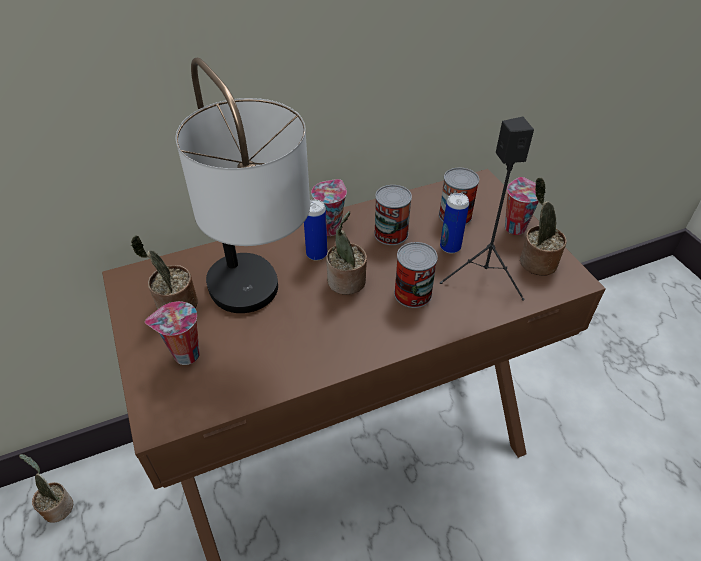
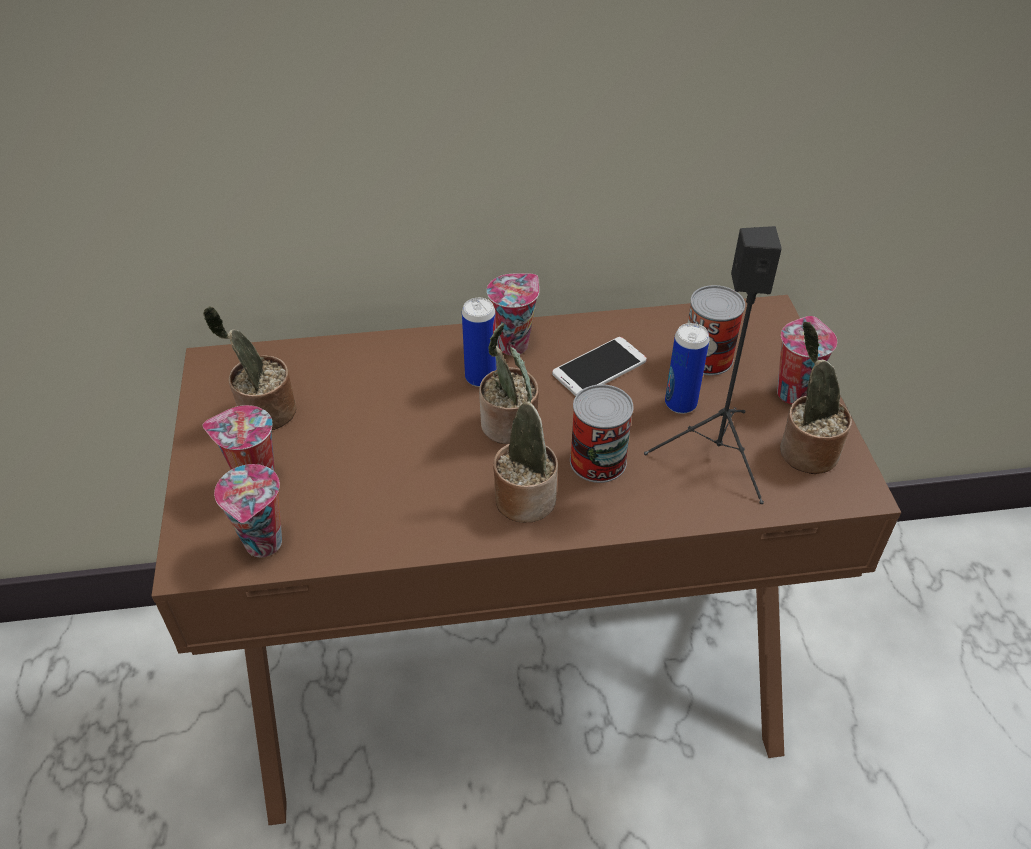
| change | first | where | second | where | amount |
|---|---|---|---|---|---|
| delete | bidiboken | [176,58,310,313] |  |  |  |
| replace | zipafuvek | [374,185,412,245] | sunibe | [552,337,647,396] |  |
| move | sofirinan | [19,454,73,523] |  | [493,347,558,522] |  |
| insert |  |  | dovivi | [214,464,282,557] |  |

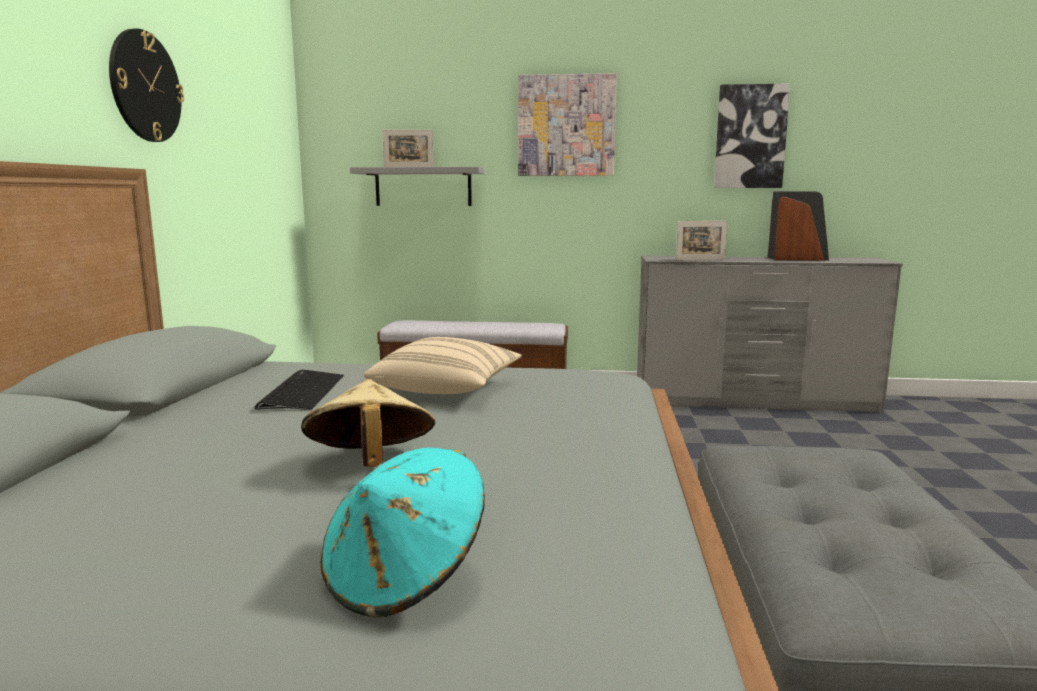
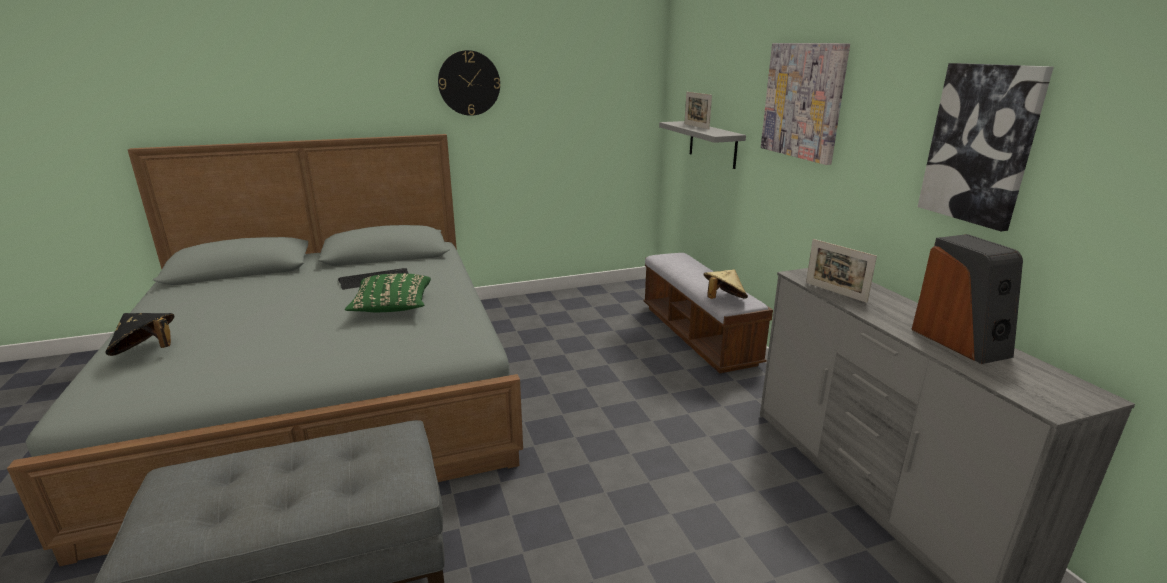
| change | first | where | second | where | amount |
|---|---|---|---|---|---|
| recolor | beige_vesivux | [364,337,522,394] | green_vesivux | [345,273,431,312] |  |
| move | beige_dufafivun | [301,379,436,467] |  | [703,269,748,299] |  |
| recolor | turquoise_dufafivun | [320,448,485,618] | black_dufafivun | [105,313,174,356] |  |

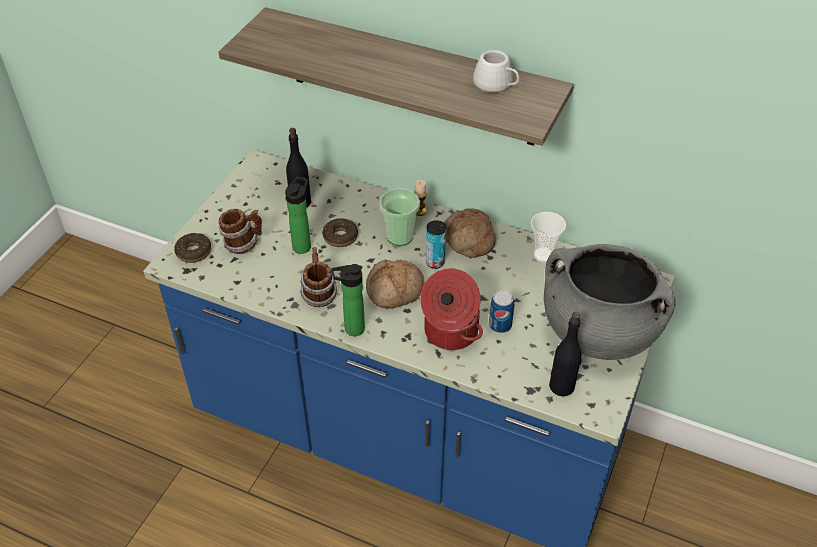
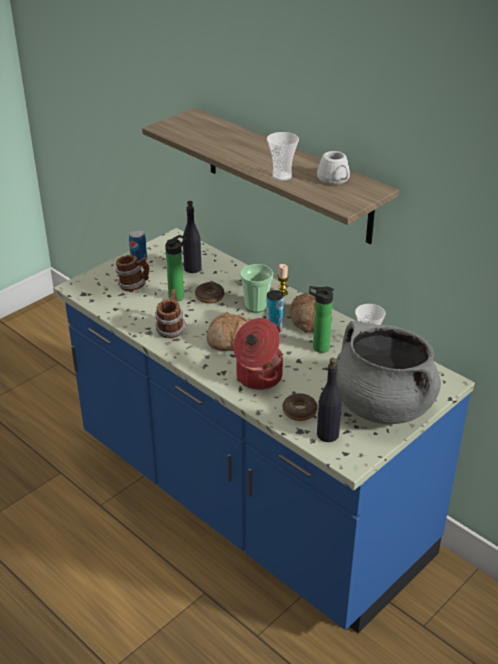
| change | first | where | second | where | amount |
|---|---|---|---|---|---|
| move | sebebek | [174,233,211,263] |  | [282,393,318,421] |  |
| move | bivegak | [331,264,365,336] |  | [309,286,334,353] |  |
| move | zipafuvek | [489,290,514,333] |  | [129,230,147,261] |  |
| insert |  |  | dovivi | [267,132,299,181] |  |

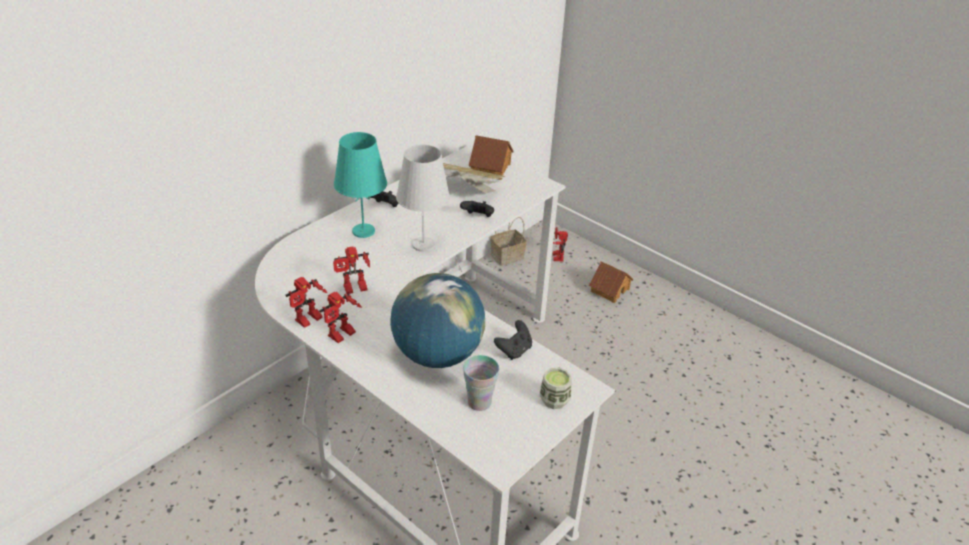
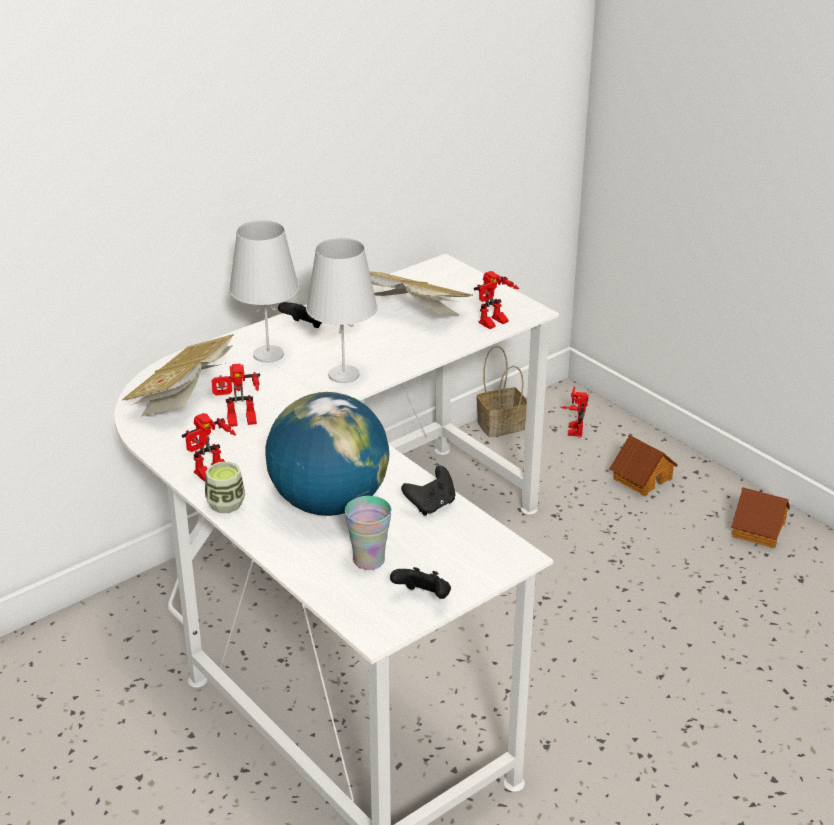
| change | first | where | second | where | amount |
|---|---|---|---|---|---|
| recolor | turquoise_bidiboken | [334,132,387,238] | white_bidiboken | [229,220,299,363] |  |
| move | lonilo | [469,135,513,180] |  | [731,487,790,548] |  |
| move | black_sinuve | [460,201,494,217] |  | [390,567,451,599] |  |
| move | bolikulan | [285,277,327,328] |  | [474,271,519,329] |  |
| move | dovivi | [540,367,571,409] |  | [205,462,245,513] |  |
| insert |  |  | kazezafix | [122,334,234,417] |  |

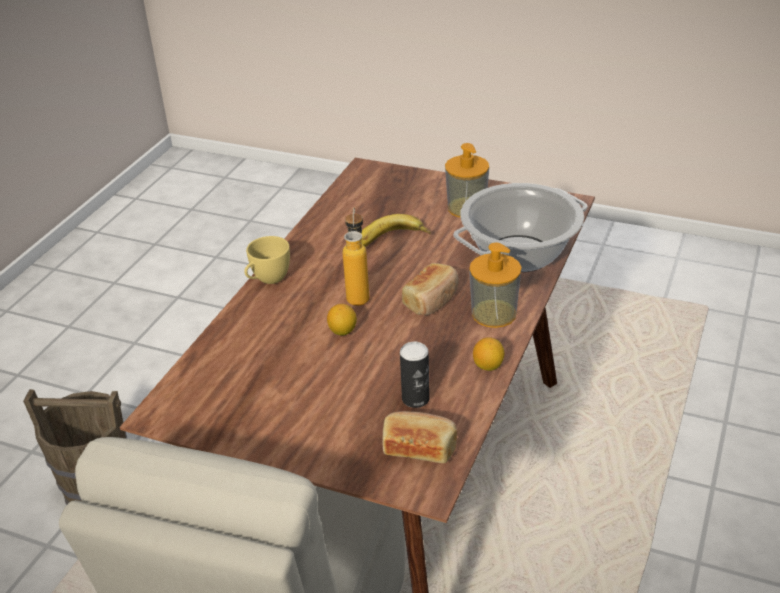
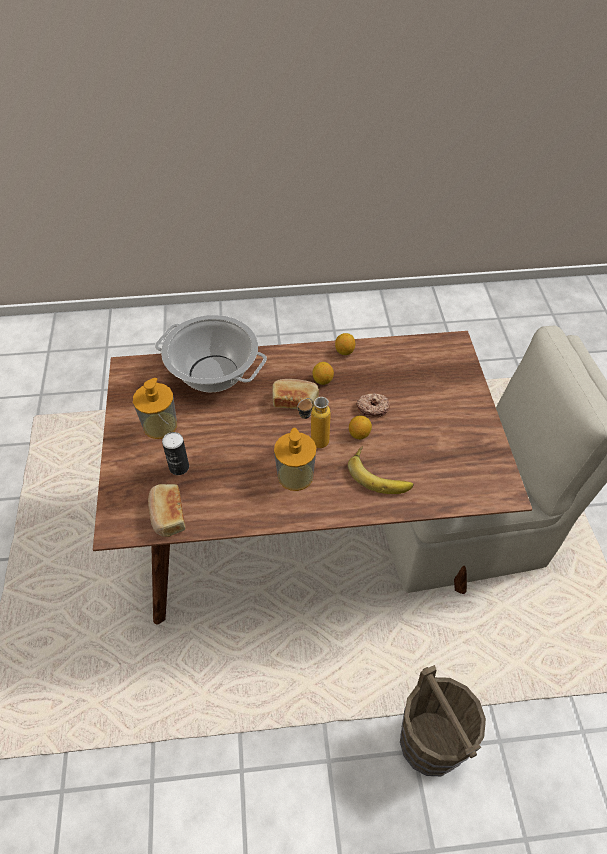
| change | first | where | second | where | amount |
|---|---|---|---|---|---|
| move | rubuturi | [361,214,431,247] |  | [348,446,414,494] |  |
| delete | yellow_dovivi | [244,236,290,284] |  |  |  |
| move | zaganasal | [469,242,522,328] |  | [274,428,317,491] |  |
| move | zipafuvek | [400,342,430,408] |  | [162,432,189,475] |  |
| move | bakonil | [383,411,457,463] |  | [148,484,186,537] |  |
| insert |  |  | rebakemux | [313,362,334,385] |  |
| insert |  |  | sebebek | [356,393,390,418] |  |

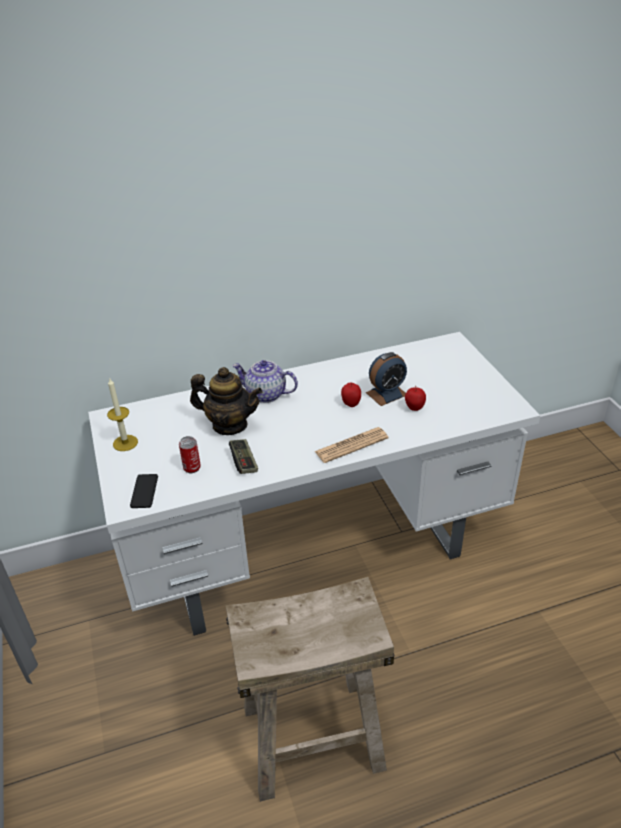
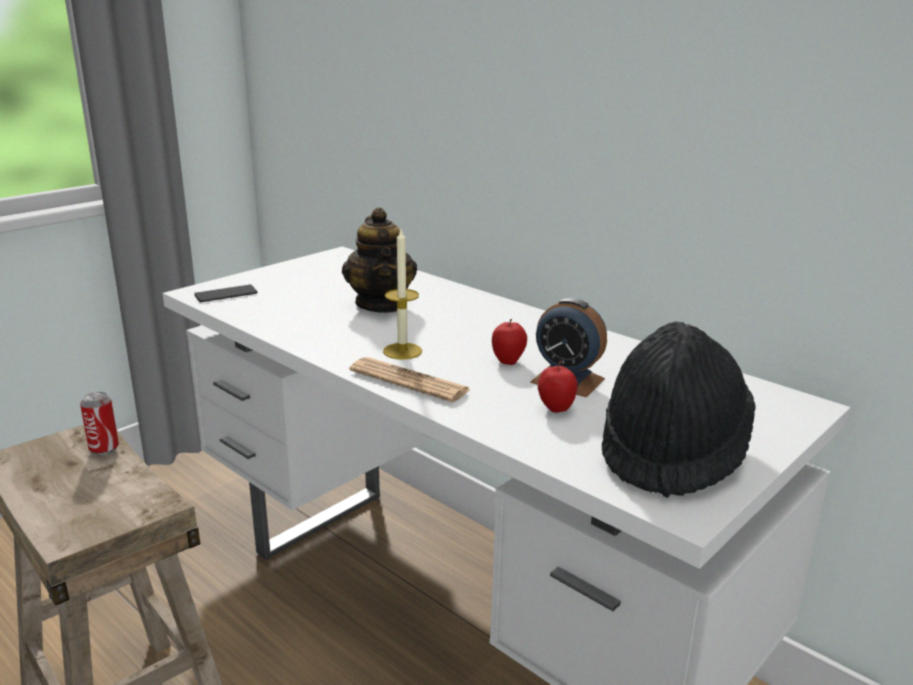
| change | first | where | second | where | amount |
|---|---|---|---|---|---|
| delete | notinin | [232,360,298,403] |  |  |  |
| move | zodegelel | [107,377,138,451] |  | [383,229,422,360] |  |
| move | zipafuvek | [179,436,201,473] |  | [80,392,119,455] |  |
| delete | sinuve | [229,439,258,474] |  |  |  |
| insert |  |  | black_dufafivun | [602,321,756,498] |  |

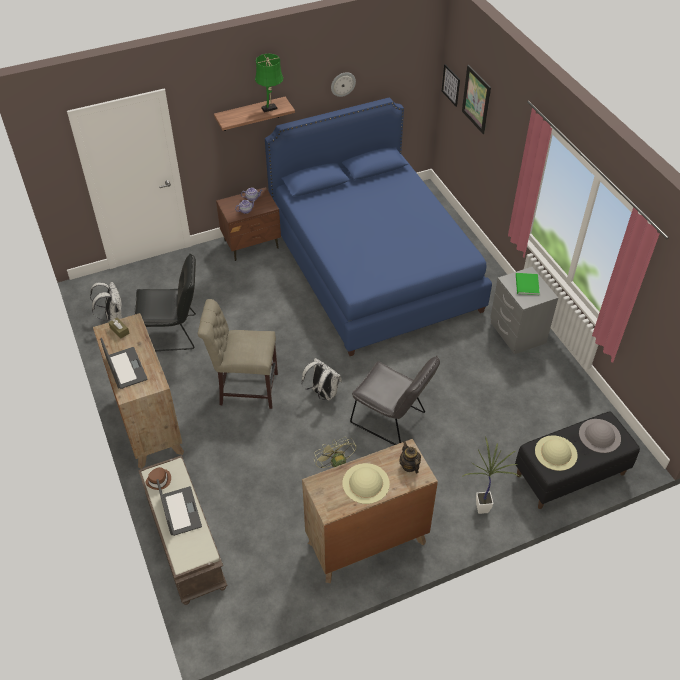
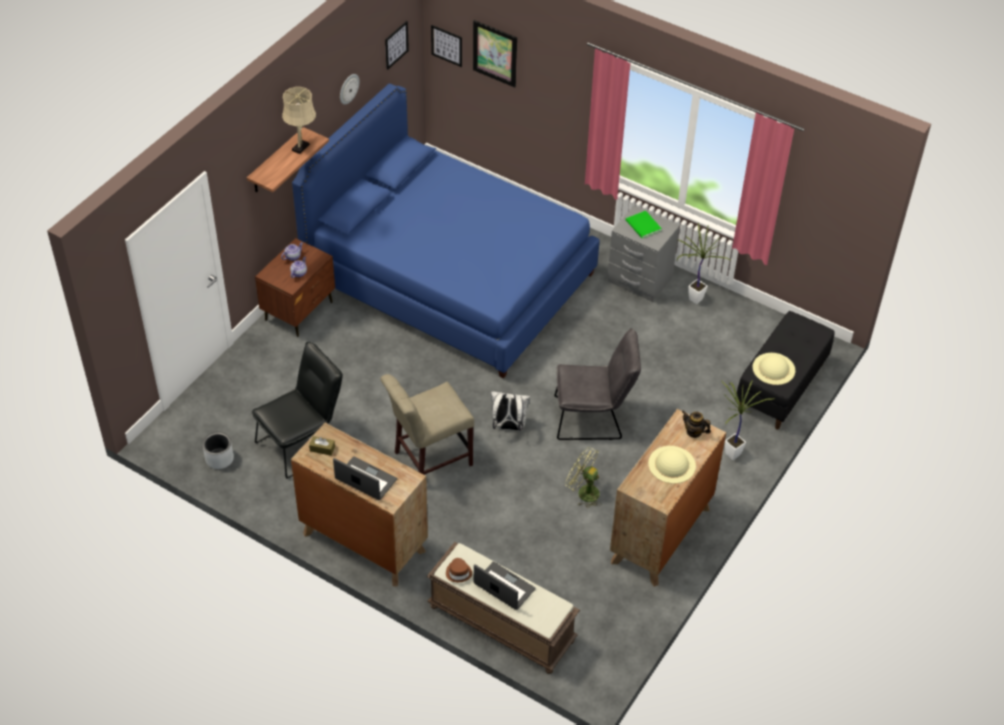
| change | first | where | second | where | amount |
|---|---|---|---|---|---|
| recolor | green_bidiboken | [255,54,284,113] | beige_bidiboken | [282,87,316,154] |  |
| replace | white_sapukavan | [90,282,122,322] | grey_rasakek | [203,432,234,469] |  |
| delete | grey_dufafivun | [579,419,621,453] |  |  |  |
| insert |  |  | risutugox | [385,21,409,70] |  |
| insert |  |  | sofirinan | [677,223,730,304] |  |

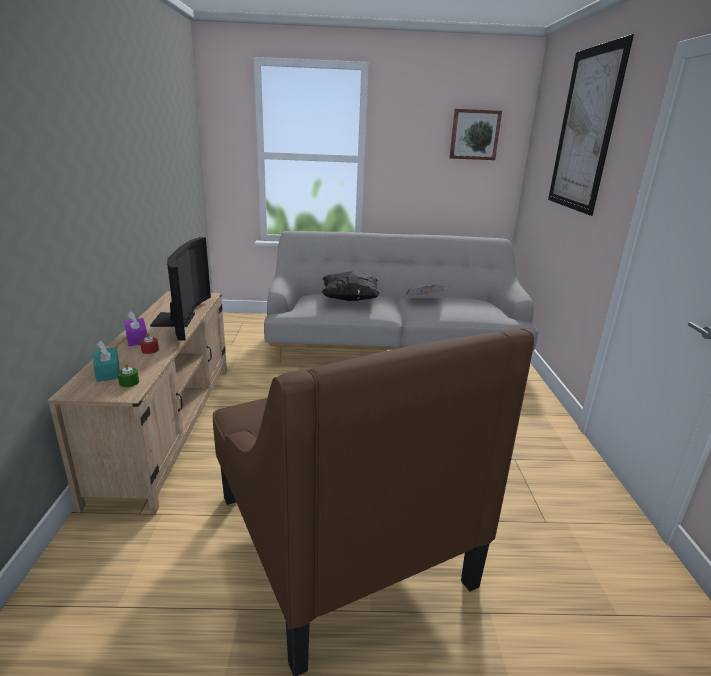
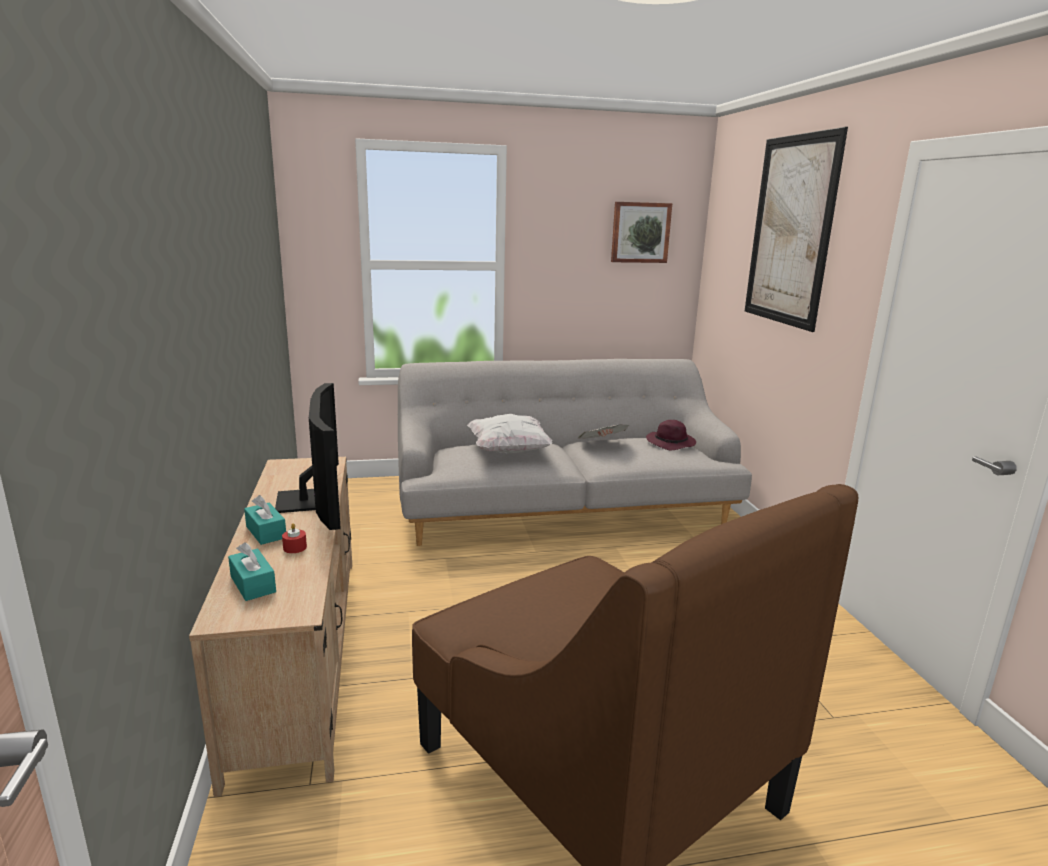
| change | first | where | second | where | amount |
|---|---|---|---|---|---|
| recolor | black_vesivux | [322,271,380,301] | white_vesivux | [467,414,552,454] |  |
| recolor | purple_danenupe | [124,311,147,346] | turquoise_danenupe | [244,495,286,545] |  |
| delete | green_zodegelel | [117,363,139,387] |  |  |  |
| insert |  |  | purple_dufafivun | [646,420,696,450] |  |

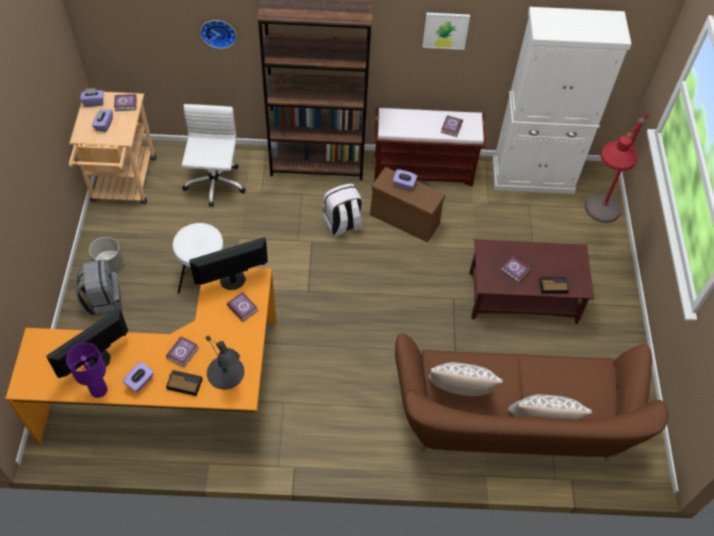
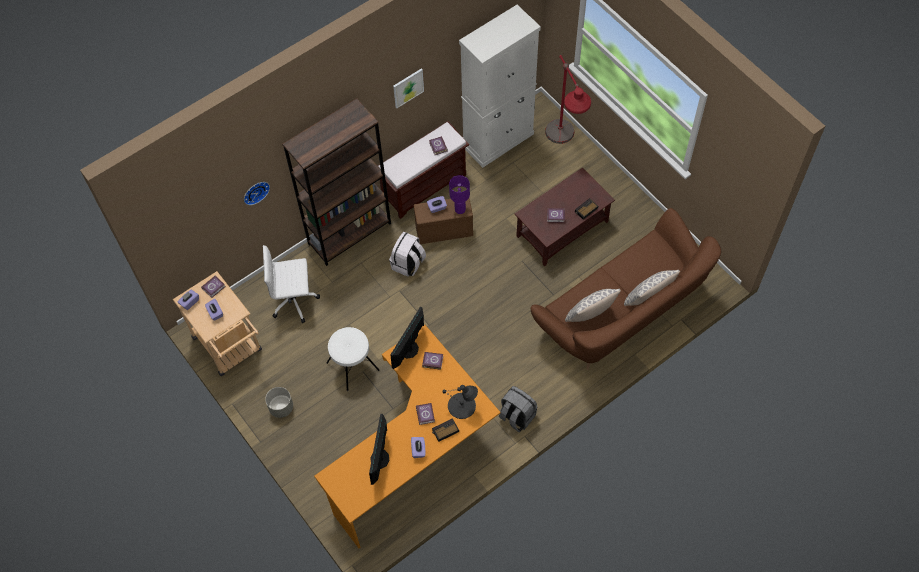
| change | first | where | second | where | amount |
|---|---|---|---|---|---|
| rotate | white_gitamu | [182,104,246,207] |  | [263,245,320,323] | 60 degrees counterclockwise |
| move | grey_sapukavan | [76,259,122,317] |  | [499,386,537,432] |  |
| move | purple_bidiboken | [66,343,108,398] |  | [449,175,470,214] |  |

